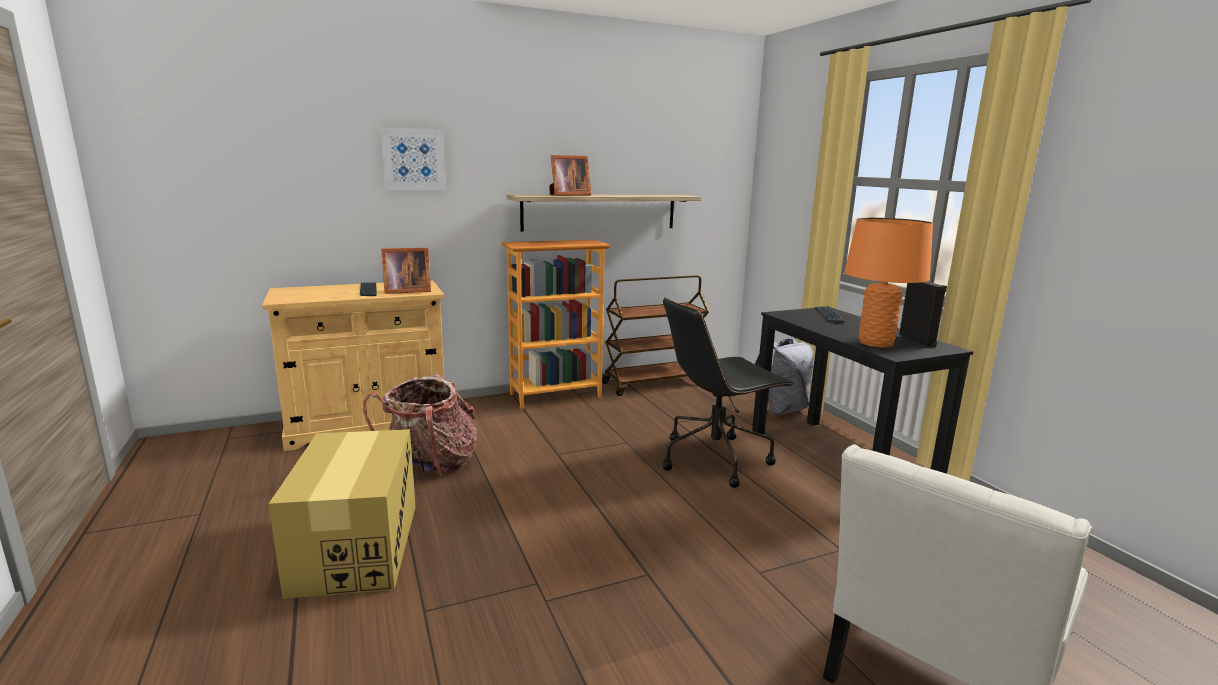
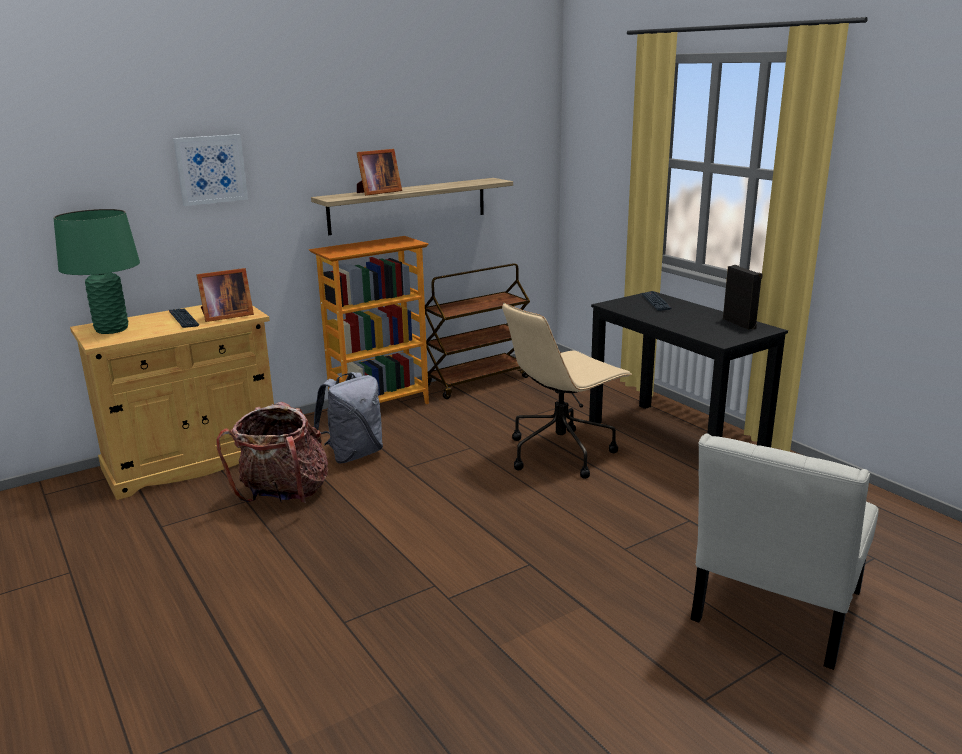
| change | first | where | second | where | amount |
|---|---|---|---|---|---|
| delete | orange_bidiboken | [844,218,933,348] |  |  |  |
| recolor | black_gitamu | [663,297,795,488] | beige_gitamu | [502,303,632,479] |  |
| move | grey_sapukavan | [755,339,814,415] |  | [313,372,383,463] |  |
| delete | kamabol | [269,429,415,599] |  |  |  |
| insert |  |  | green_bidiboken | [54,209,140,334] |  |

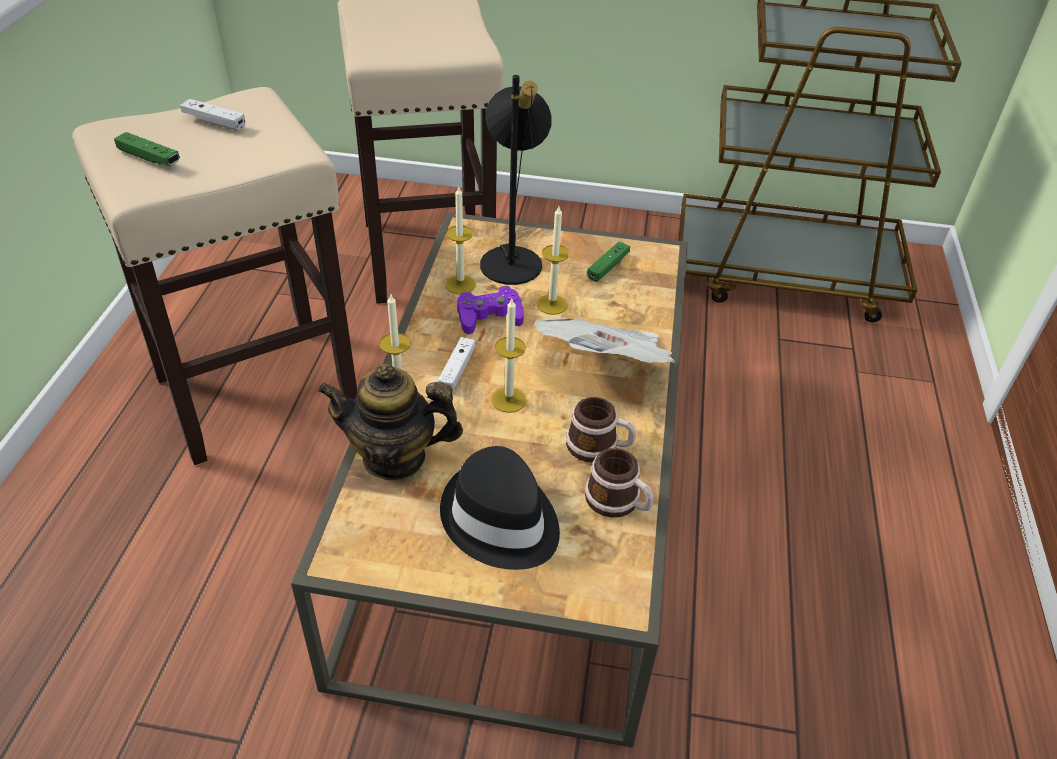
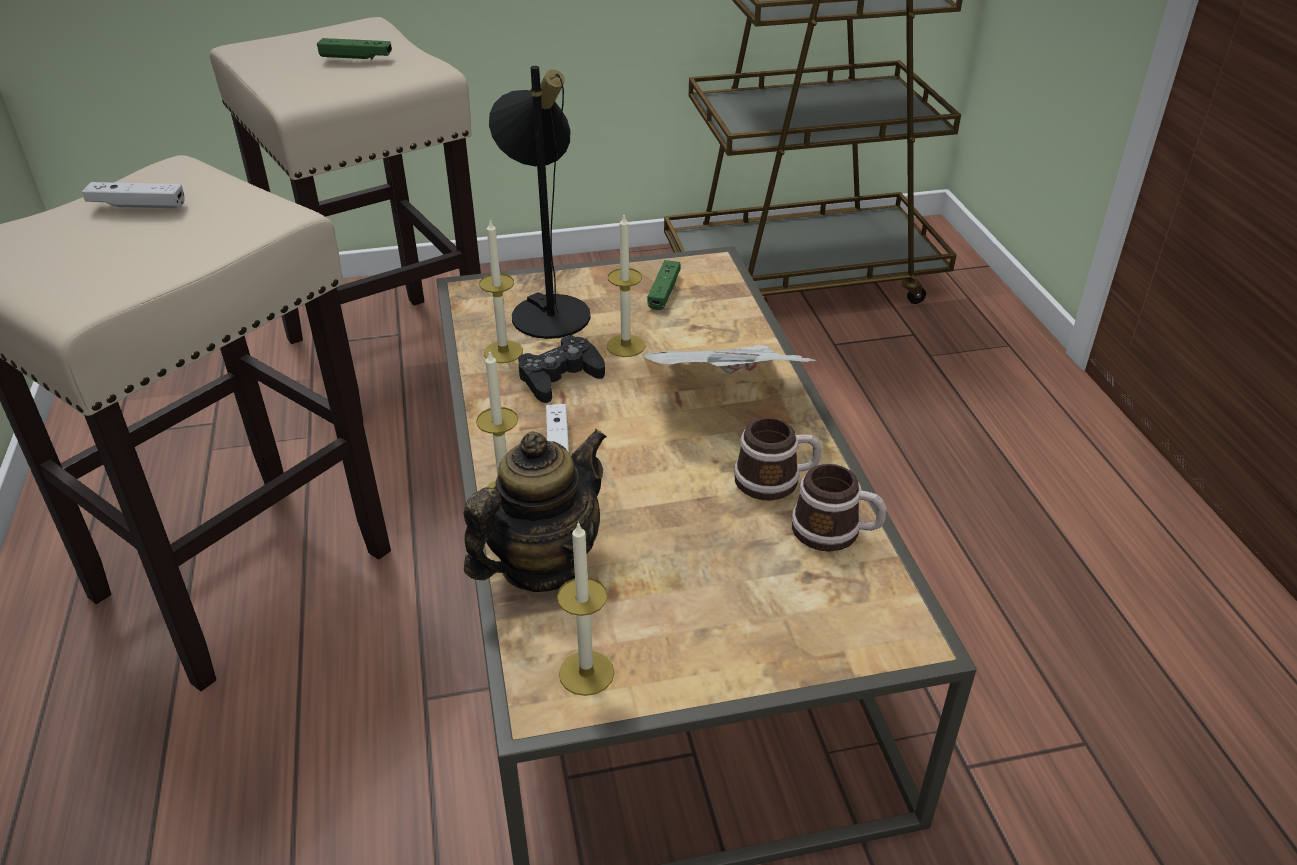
| change | first | where | second | where | amount |
|---|---|---|---|---|---|
| move | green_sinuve | [114,132,180,166] |  | [317,38,392,59] |  |
| recolor | purple_sinuve | [457,286,524,334] | black_sinuve | [518,335,605,403] |  |
| move | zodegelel | [491,299,526,413] |  | [557,521,614,696] |  |
| rotate | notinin | [317,363,463,480] |  | [464,428,607,592] | 150 degrees clockwise |
| delete | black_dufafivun | [440,446,560,570] |  |  |  |

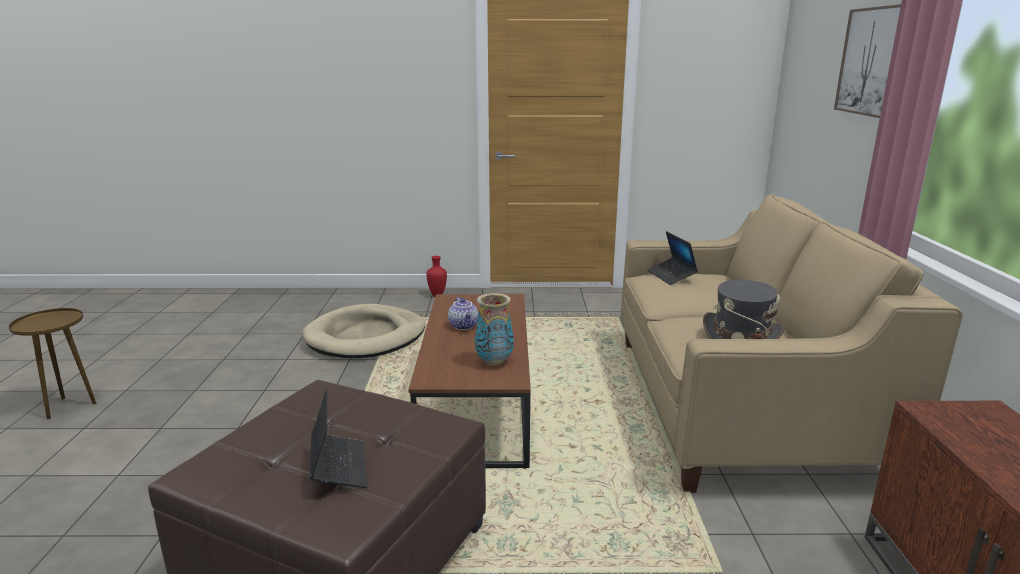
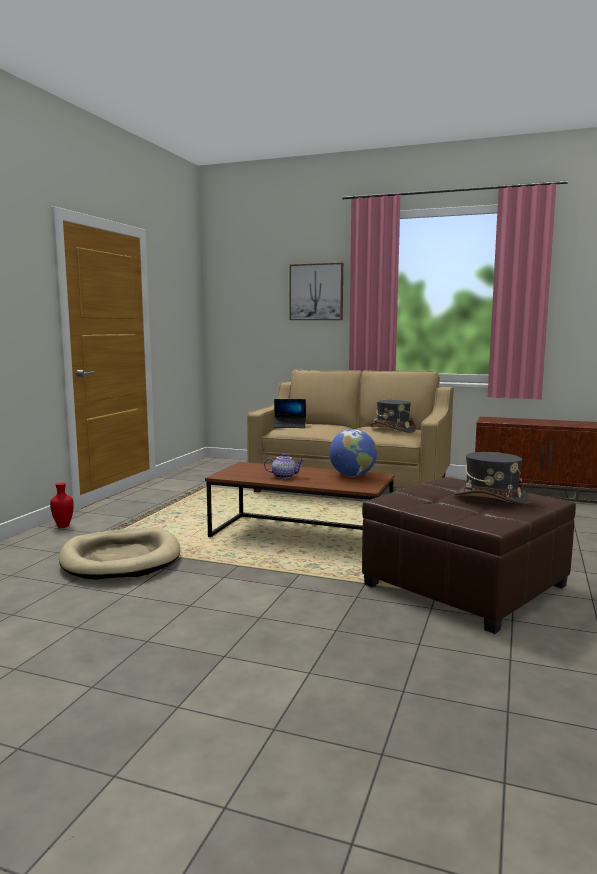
| change | first | where | second | where | amount |
|---|---|---|---|---|---|
| replace | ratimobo | [475,293,514,366] | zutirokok | [329,429,377,477] |  |
| delete | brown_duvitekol | [8,308,96,419] |  |  |  |
| replace | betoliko | [310,388,368,488] | grey_dufafivun | [454,452,531,505] |  |

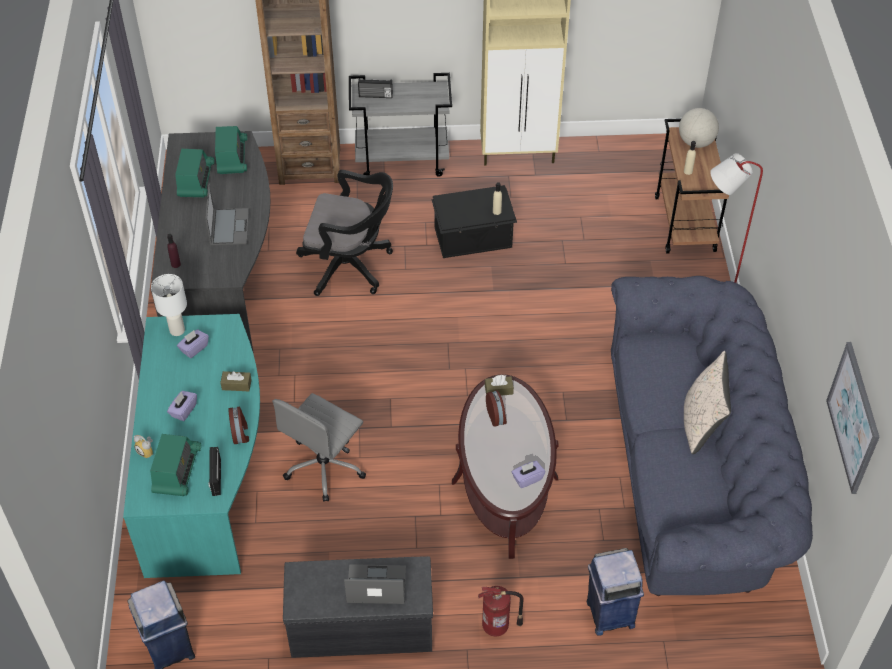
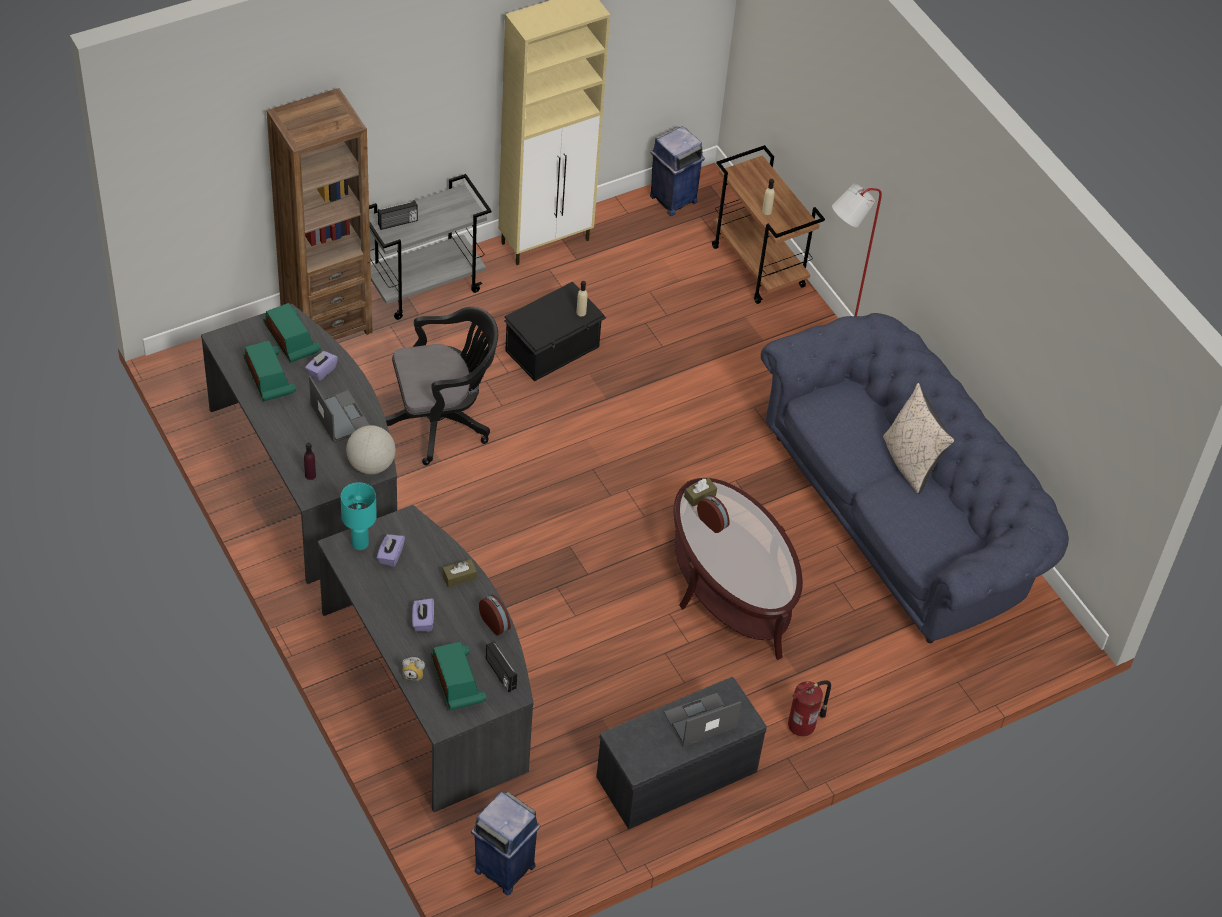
| change | first | where | second | where | amount |
|---|---|---|---|---|---|
| move | zutirokok | [679,108,719,148] |  | [346,425,396,474] |  |
| recolor | white_bidiboken | [151,274,187,336] | turquoise_bidiboken | [341,482,377,550] |  |
| recolor | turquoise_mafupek | [123,314,260,578] | grey_mafupek | [317,505,534,812] |  |
| delete | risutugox | [826,342,879,494] |  |  |  |
| delete | grey_gitamu | [272,393,366,502] |  |  |  |
| move | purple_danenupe | [512,461,545,488] |  | [305,351,338,381] |  |
| move | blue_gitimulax | [587,548,644,636] |  | [650,126,705,216] |  |

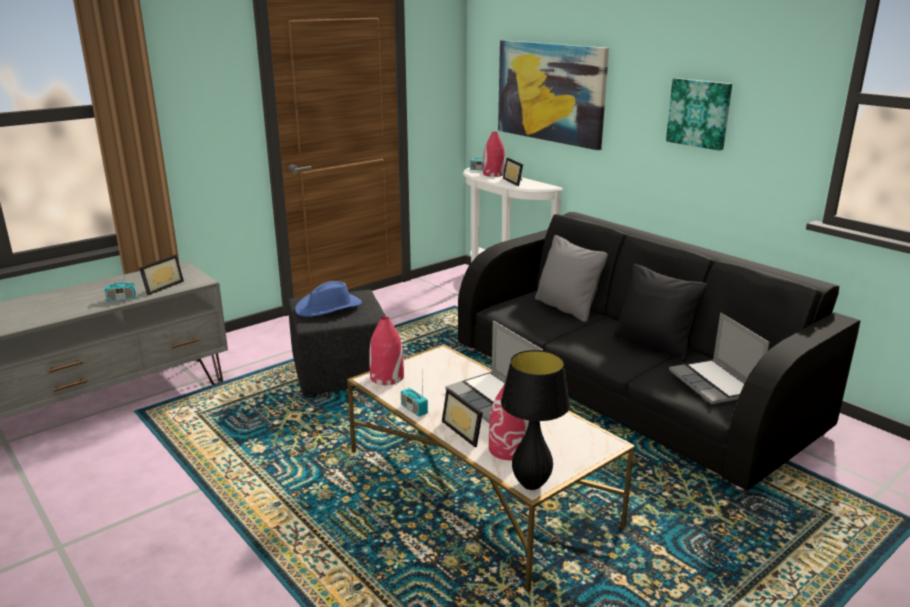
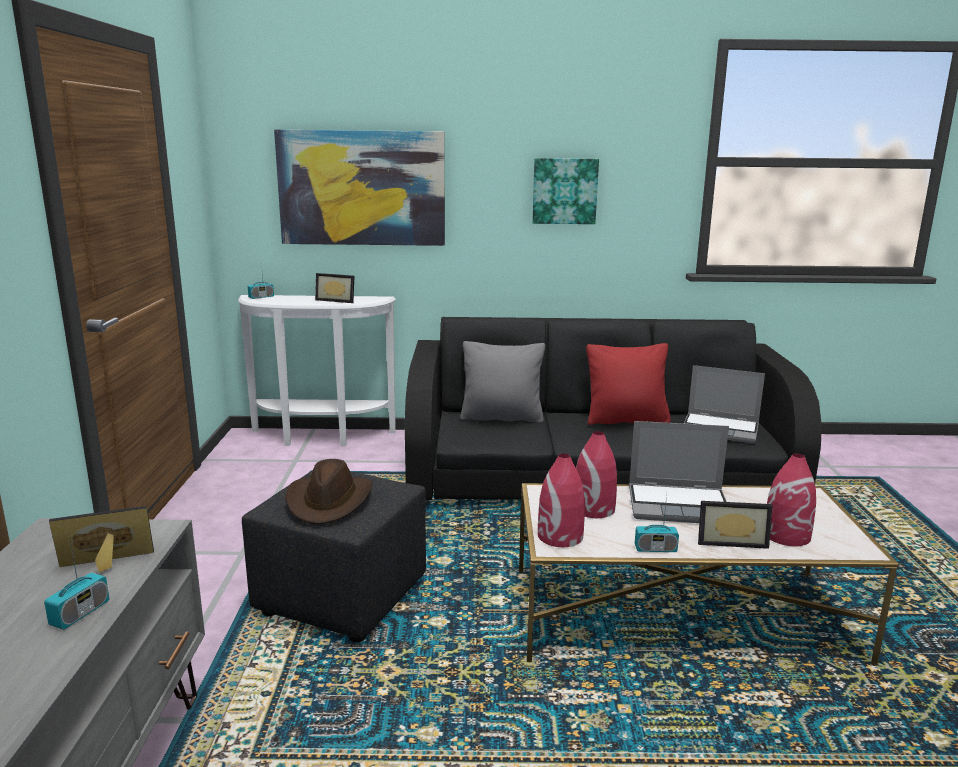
| change | first | where | second | where | amount |
|---|---|---|---|---|---|
| move | red_ratimobo | [483,132,505,177] |  | [576,431,617,518] |  |
| rotate | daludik | [139,254,184,295] |  | [49,506,154,572] | 90 degrees counterclockwise |
| recolor | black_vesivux | [614,264,707,362] | red_vesivux | [586,343,671,425] |  |
| recolor | blue_dufafivun | [295,281,362,317] | brown_dufafivun | [285,459,373,524] |  |
| delete | black_bidiboken | [501,350,570,490] |  |  |  |

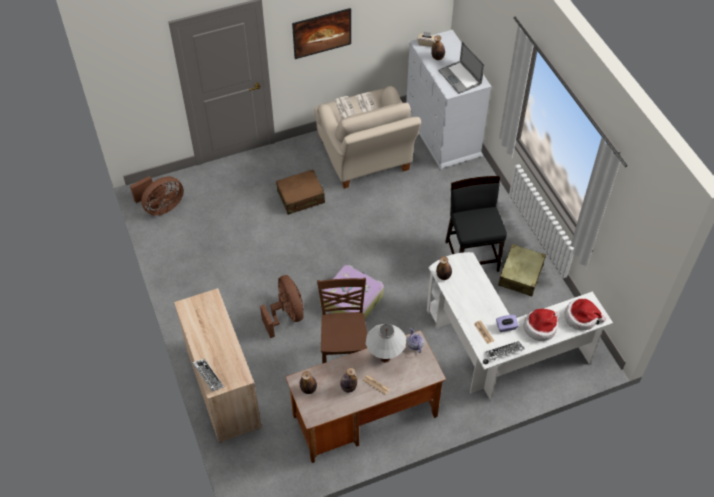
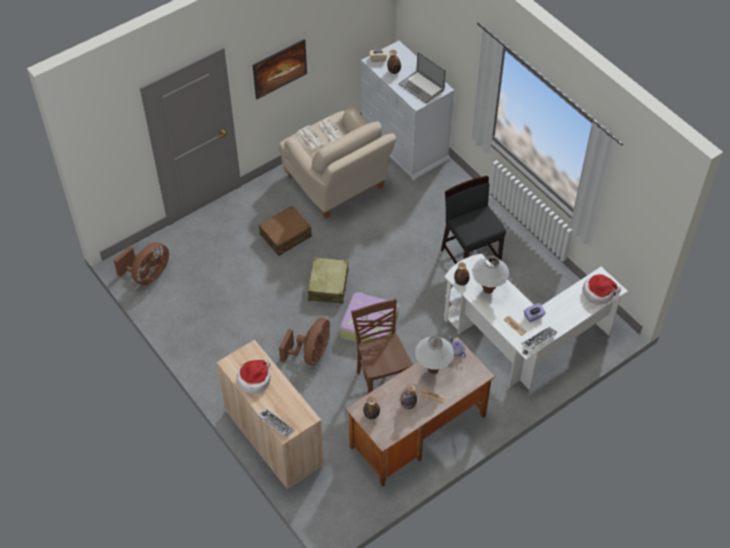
| change | first | where | second | where | amount |
|---|---|---|---|---|---|
| move | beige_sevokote | [498,244,546,296] |  | [308,257,348,304] |  |
| rotate | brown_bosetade | [260,275,304,338] |  | [279,318,330,365] | 60 degrees clockwise |
| move | dufafivun | [524,309,558,341] |  | [237,360,270,393] |  |
| insert |  |  | white_bidiboken | [472,256,509,294] |  |

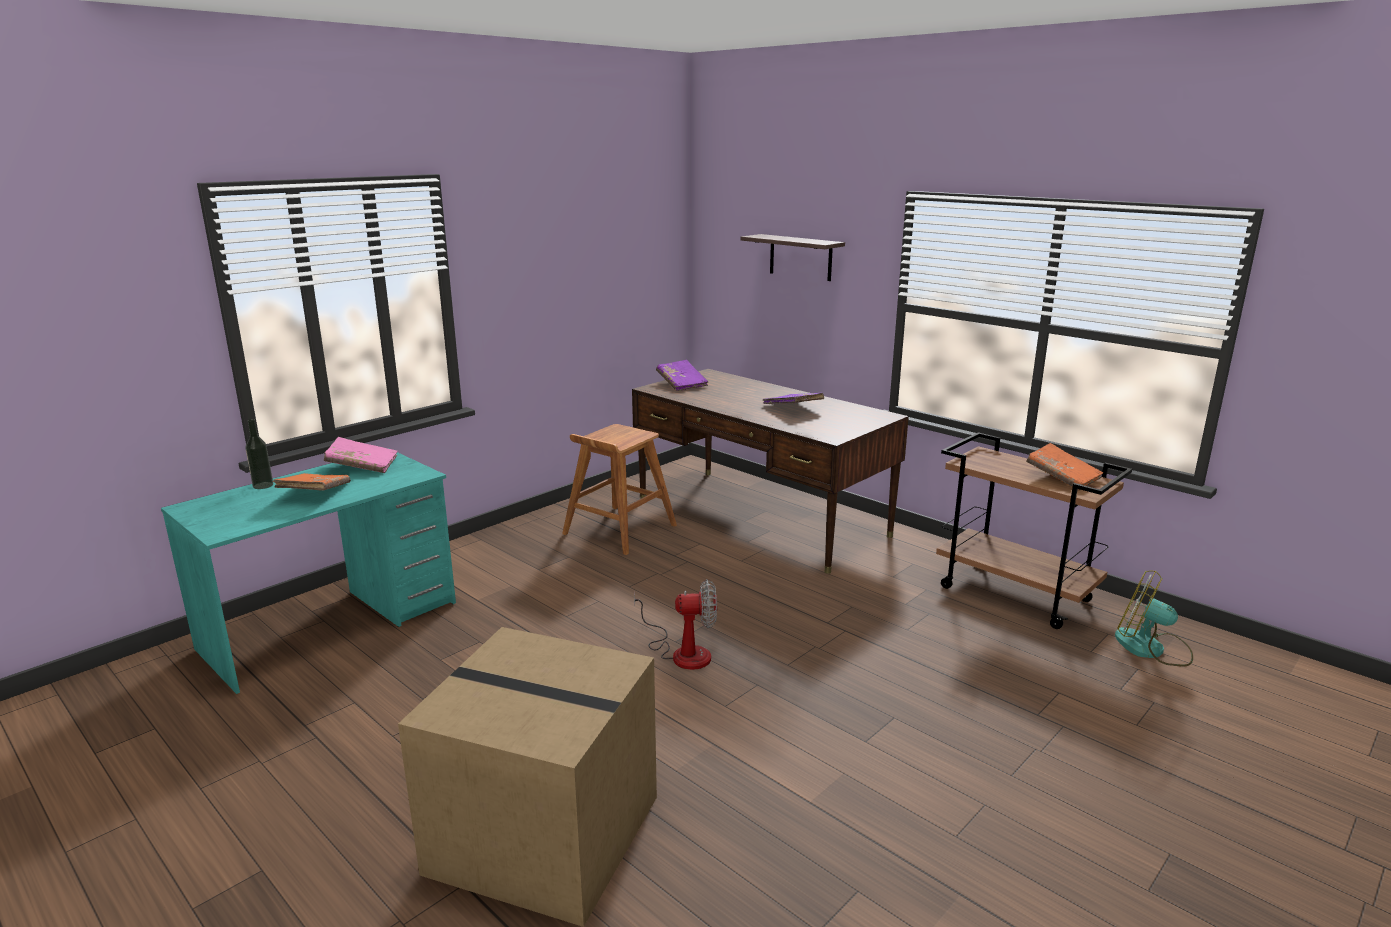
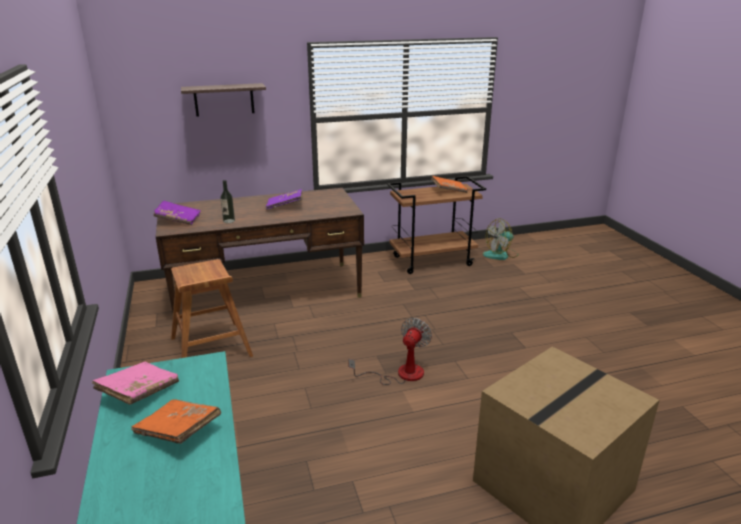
| change | first | where | second | where | amount |
|---|---|---|---|---|---|
| move | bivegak | [245,419,273,489] |  | [220,180,235,223] |  |

